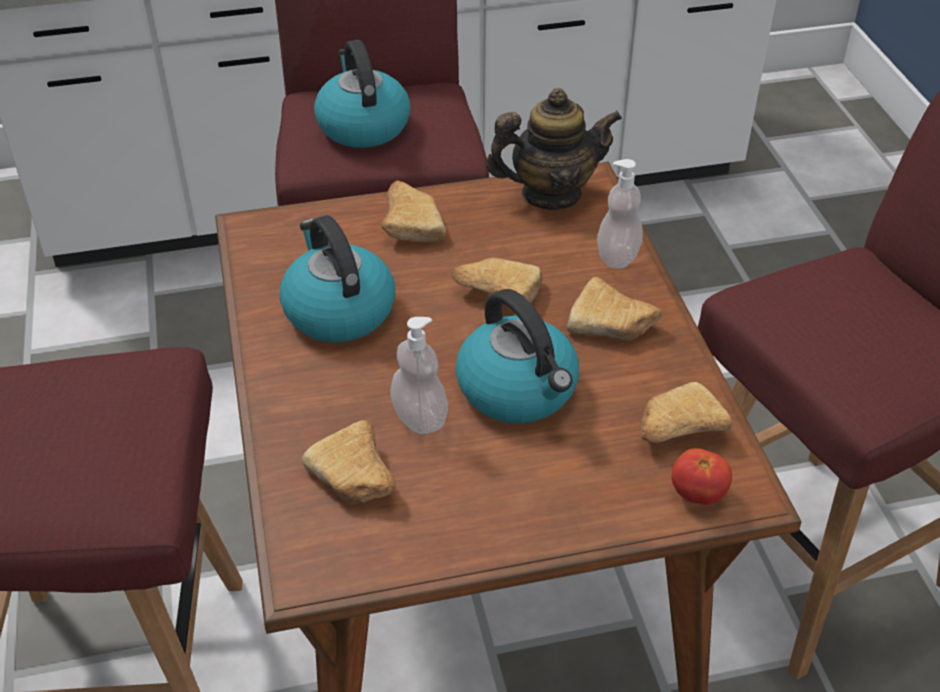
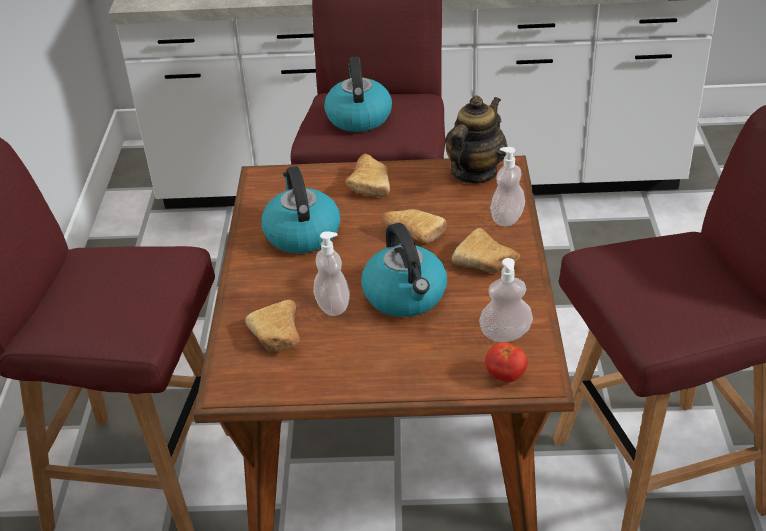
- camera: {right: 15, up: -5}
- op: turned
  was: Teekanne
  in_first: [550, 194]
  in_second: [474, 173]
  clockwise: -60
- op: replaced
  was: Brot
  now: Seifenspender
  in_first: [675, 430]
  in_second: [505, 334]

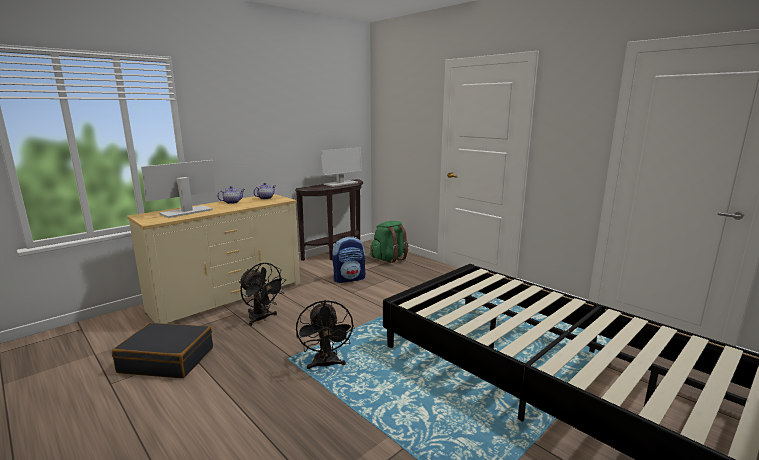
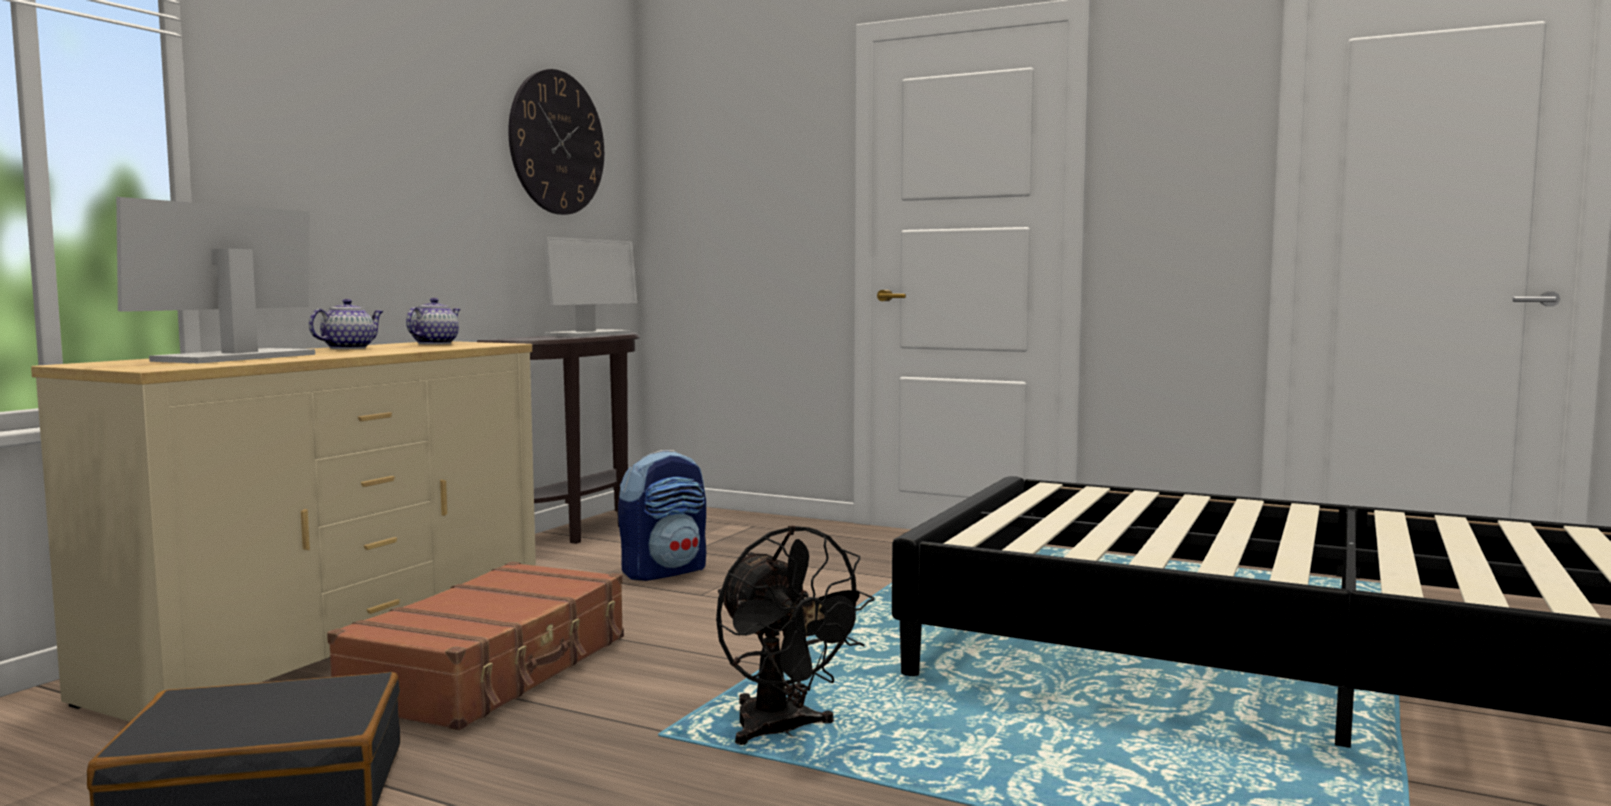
- camera: {right: -20, up: -10}
- op: replaced
  was: Ventilator (schwarz)
  now: Koffer (braun)
  in_first: [262, 319]
  in_second: [493, 670]
- op: removed
  was: Rucksack (grün)
  in_first: [389, 259]
- op: added
  now: Wanduhr
  in_second: [557, 143]

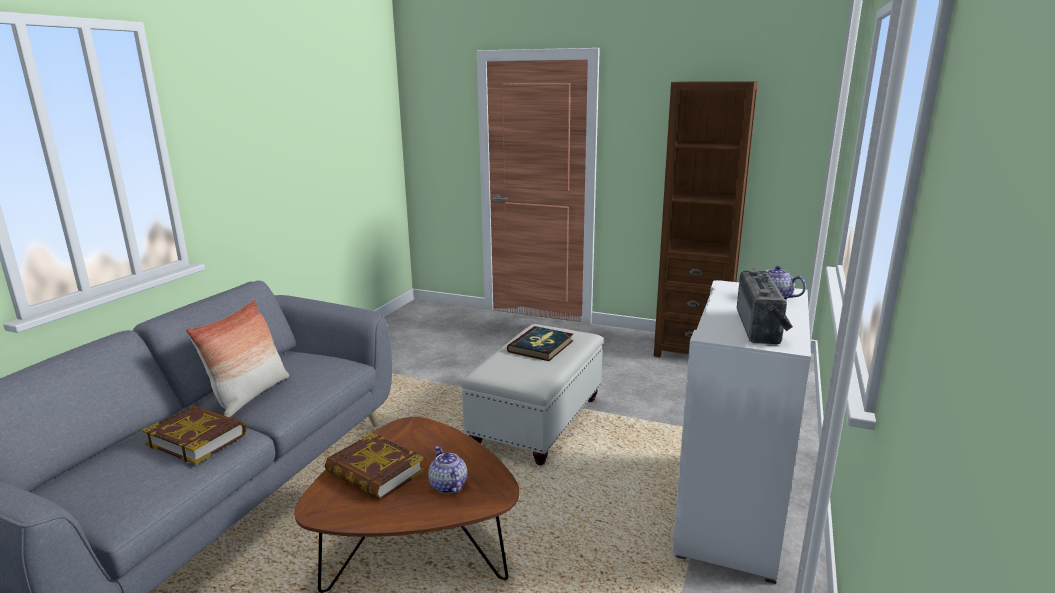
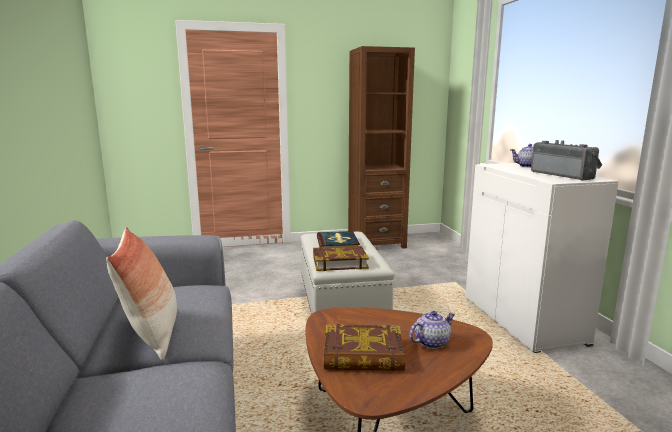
- camera: {right: -35, up: -5}
- op: moved
  was: Buch
  in_first: [197, 439]
  in_second: [339, 262]
- op: turned
  was: Teekanne
  in_first: [447, 485]
  in_second: [431, 342]
  clockwise: 120

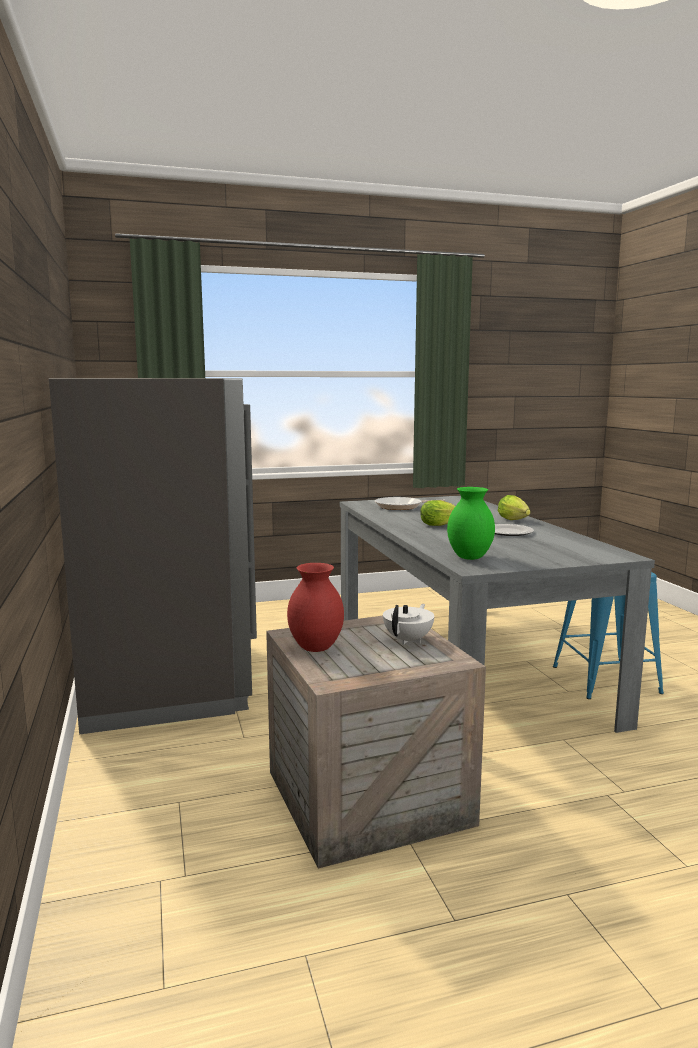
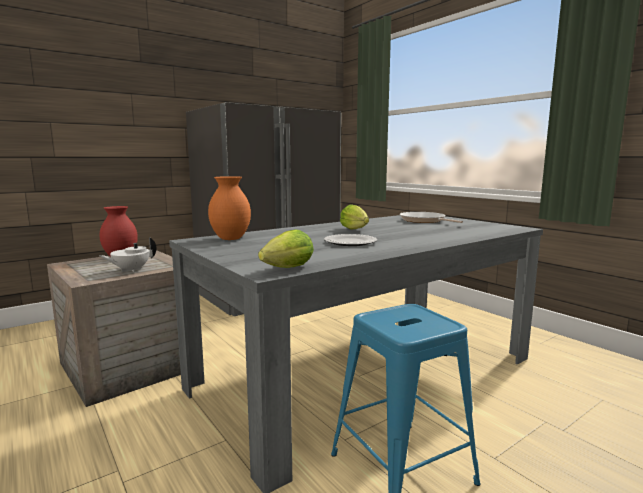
- camera: {right: 70, up: 0}
- op: turned
  was: Teekanne (weiß)
  in_first: [408, 640]
  in_second: [131, 270]
  clockwise: 135
- op: recoloured
  was: Vase (grün)
  now: Vase (orange)
  in_first: [469, 557]
  in_second: [231, 238]
- op: moved
  was: Salatkopf
  in_first: [514, 520]
  in_second: [285, 269]

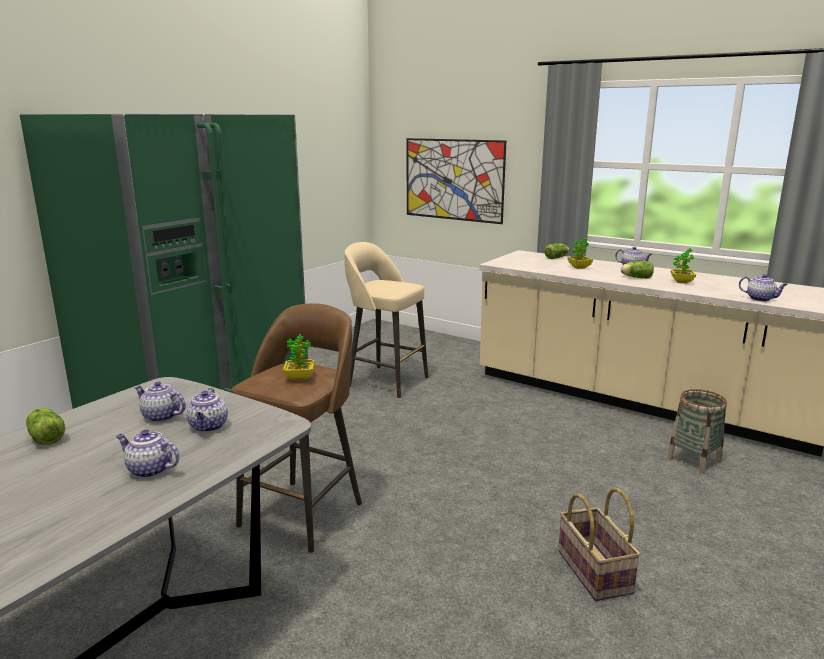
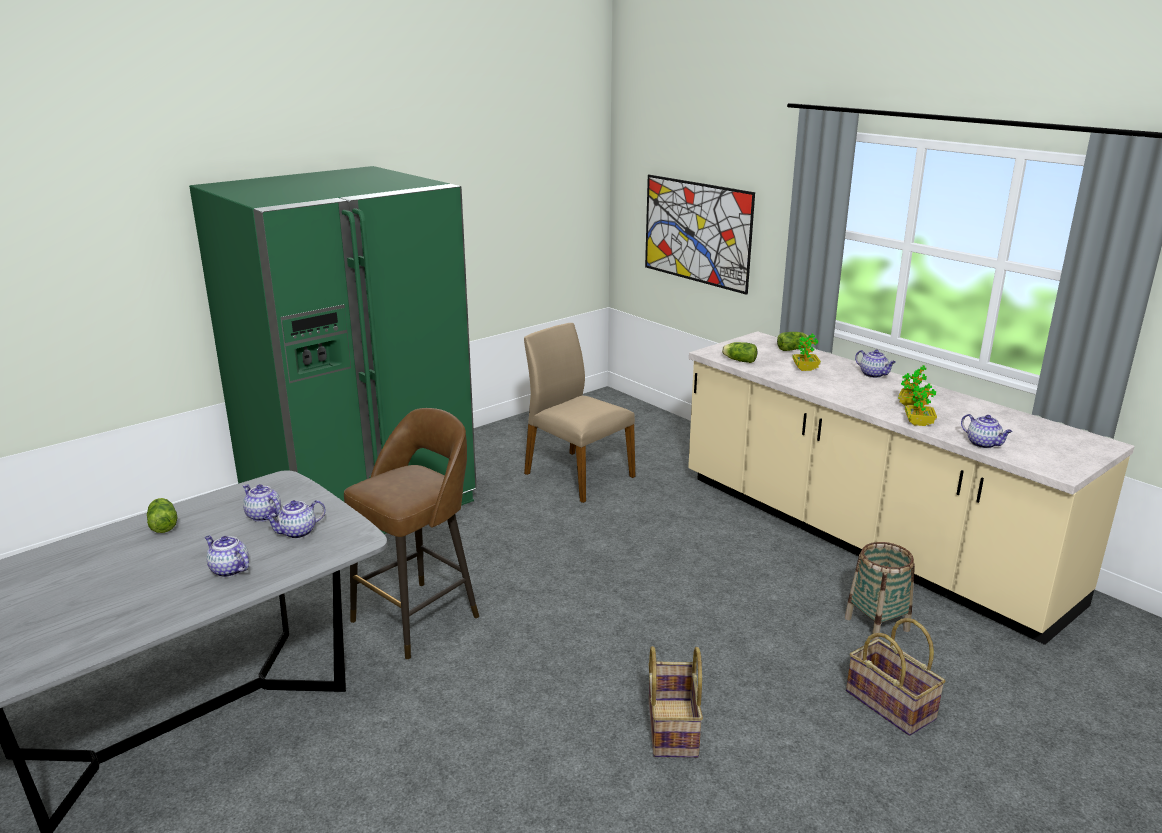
- camera: {right: 15, up: 5}
- op: turned
  was: Teekanne
  in_first: [209, 427]
  in_second: [297, 533]
  clockwise: 45
- op: moved
  was: Topfpflanze
  in_first: [299, 378]
  in_second: [918, 423]
- op: replaced
  was: Hocker (beige)
  now: Stuhl (beige)
  in_first: [386, 381]
  in_second: [577, 475]
- op: moved
  was: Salatkopf
  in_first: [635, 277]
  in_second: [738, 360]
- op: added
  now: Korb
  in_second: [891, 705]

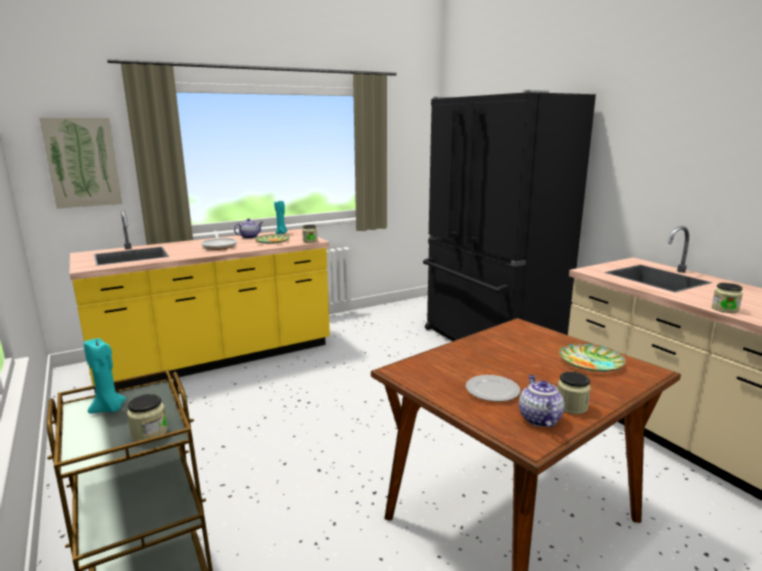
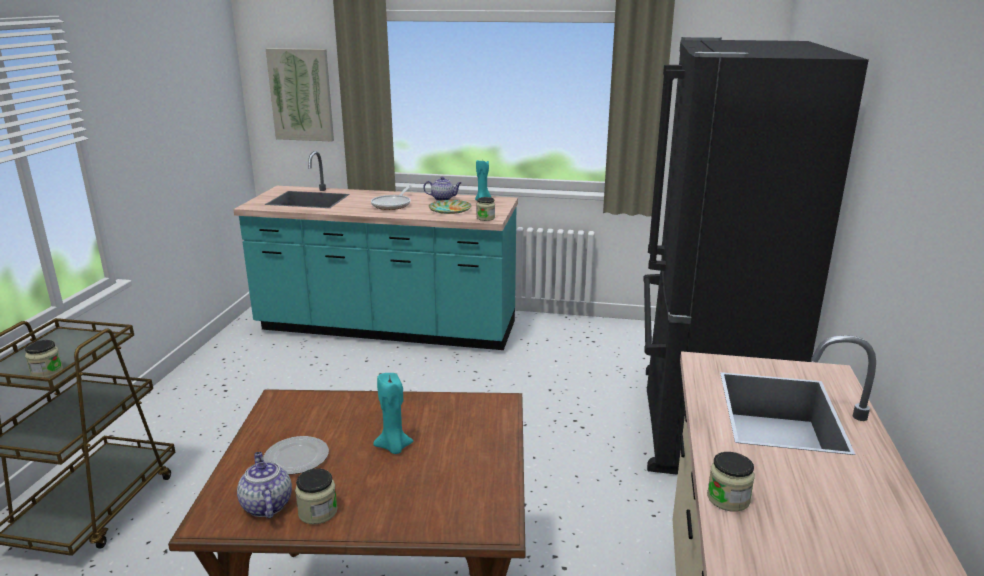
- camera: {right: 40, up: 5}
- op: recoloured
  was: Küchenzeile (gelb)
  now: Küchenzeile (türkis)
  in_first: [216, 359]
  in_second: [387, 328]
- op: moved
  was: Kerze (türkis)
  in_first: [109, 409]
  in_second: [394, 447]
- op: turned
  was: Teekanne
  in_first: [538, 418]
  in_second: [266, 505]
  clockwise: -60
- op: removed
  was: Teller
  in_first: [591, 361]

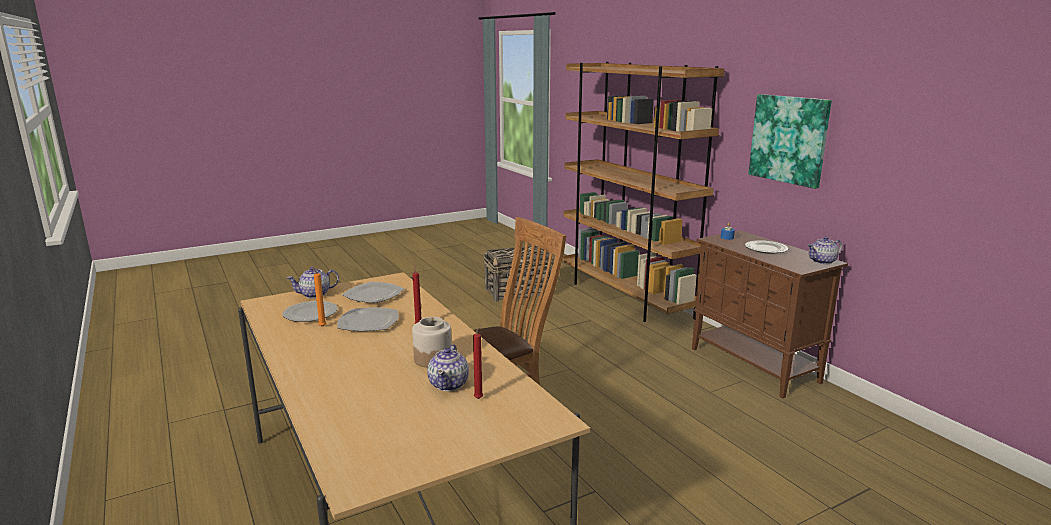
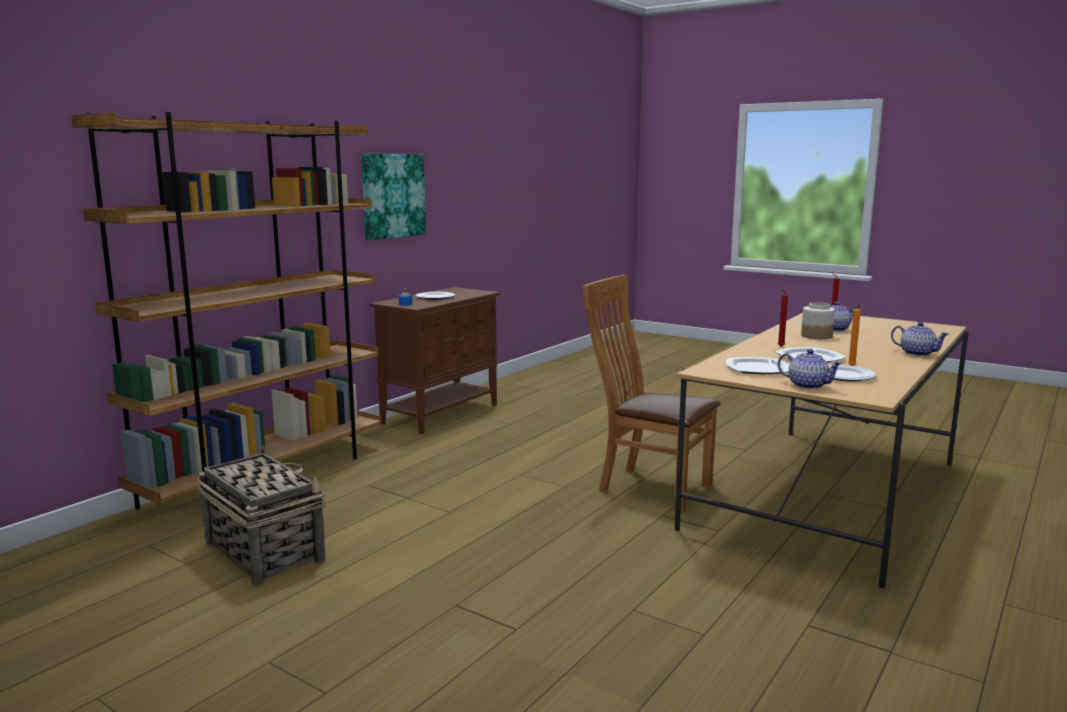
- camera: {right: -115, up: -5}
- op: moved
  was: Teekanne
  in_first: [822, 261]
  in_second: [917, 353]

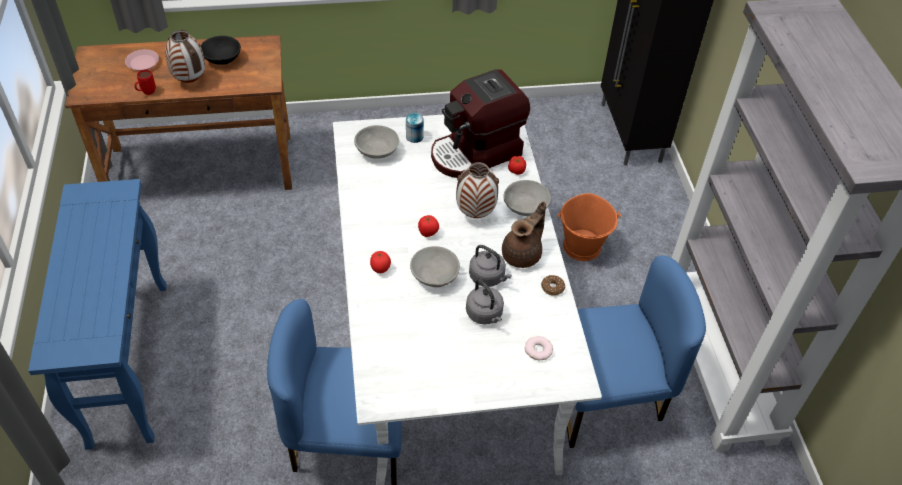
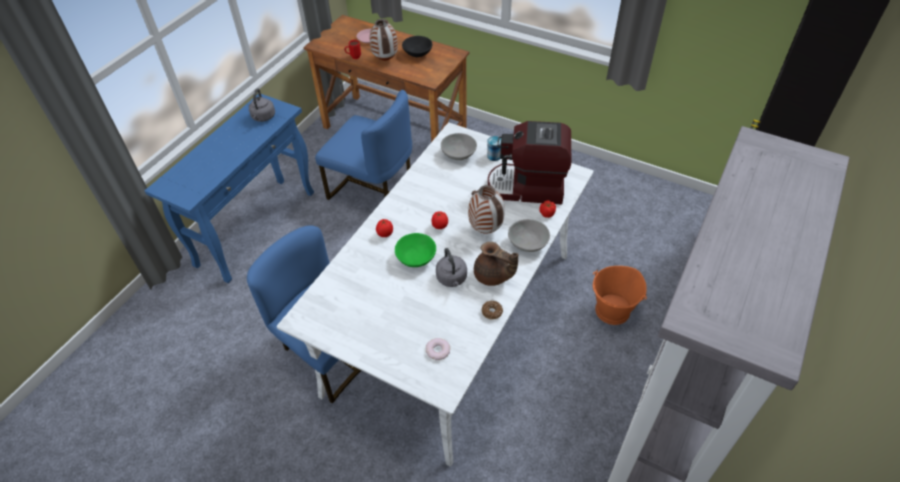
- camera: {right: 40, up: 0}
- op: recoloured
  was: Schüssel (grau)
  now: Schüssel (grün)
  in_first: [434, 276]
  in_second: [416, 258]
- op: moved
  was: Wasserkessel (grau)
  in_first: [485, 314]
  in_second: [263, 117]
- op: turned
  was: Teekanne (braun)
  in_first: [523, 254]
  in_second: [493, 276]
  clockwise: 45
- op: moved
  was: Stuhl (blau)
  in_first: [606, 398]
  in_second: [372, 188]

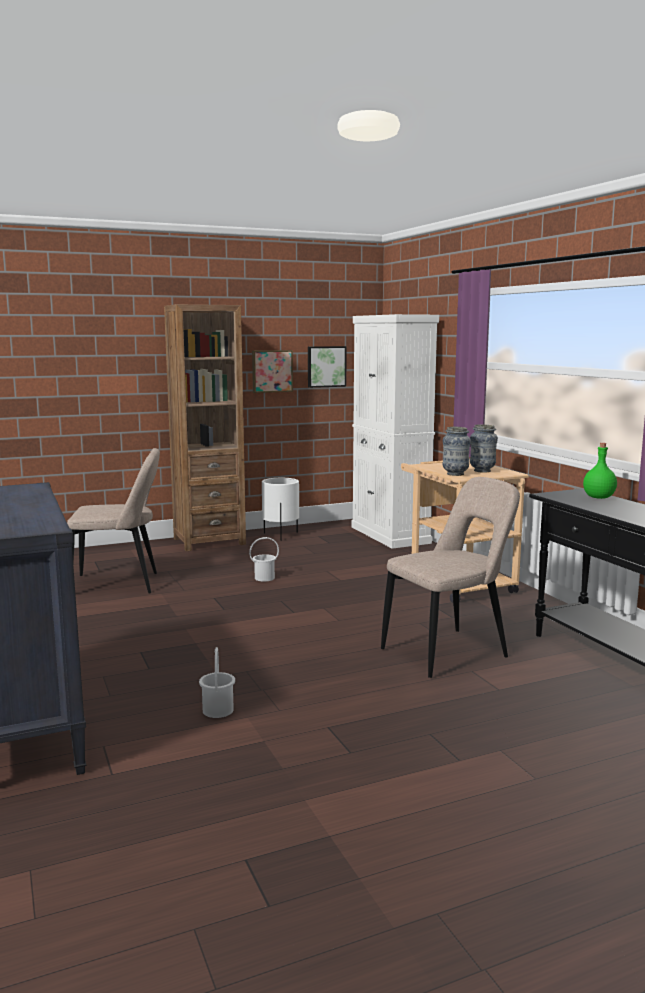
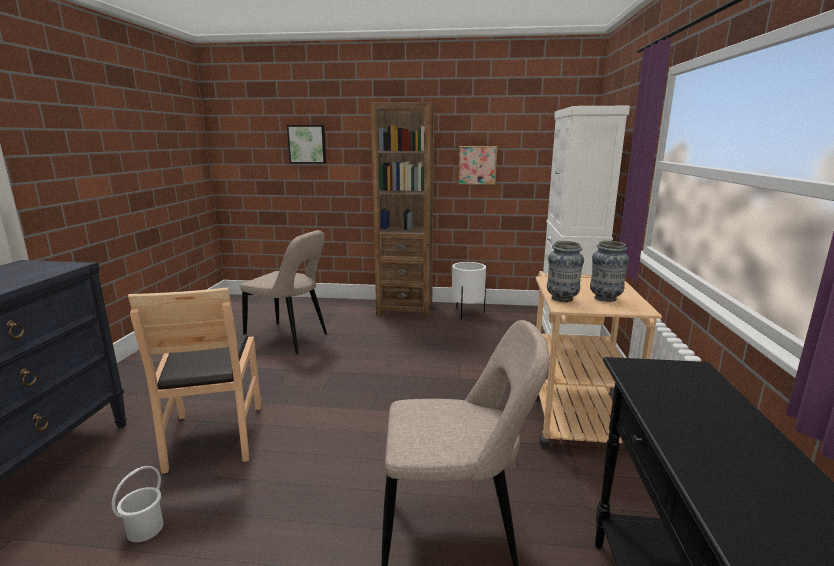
- camera: {right: 30, up: 5}
- op: removed
  was: Eimer (weiß)
  in_first: [264, 578]
- op: moved
  was: Bild
  in_first: [326, 366]
  in_second: [307, 144]
- op: removed
  was: Flasche (grün)
  in_first: [598, 497]
- op: added
  now: Stuhl (braun)
  in_second: [214, 436]

